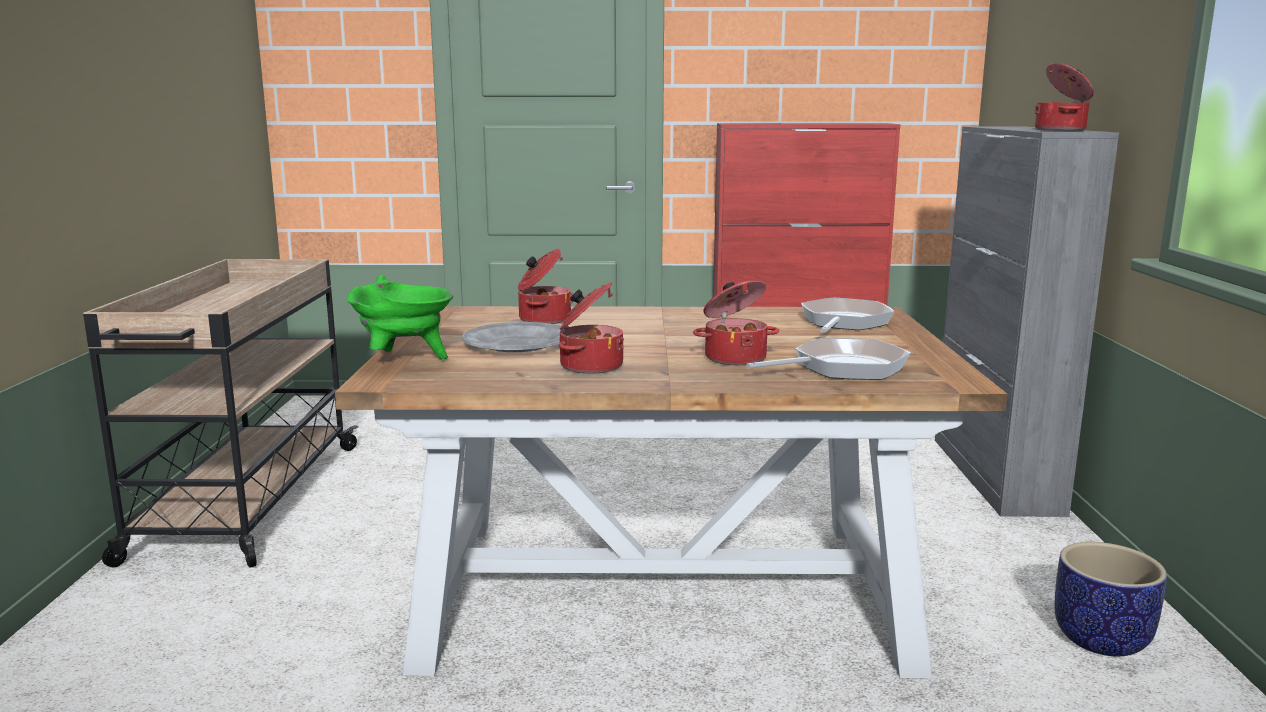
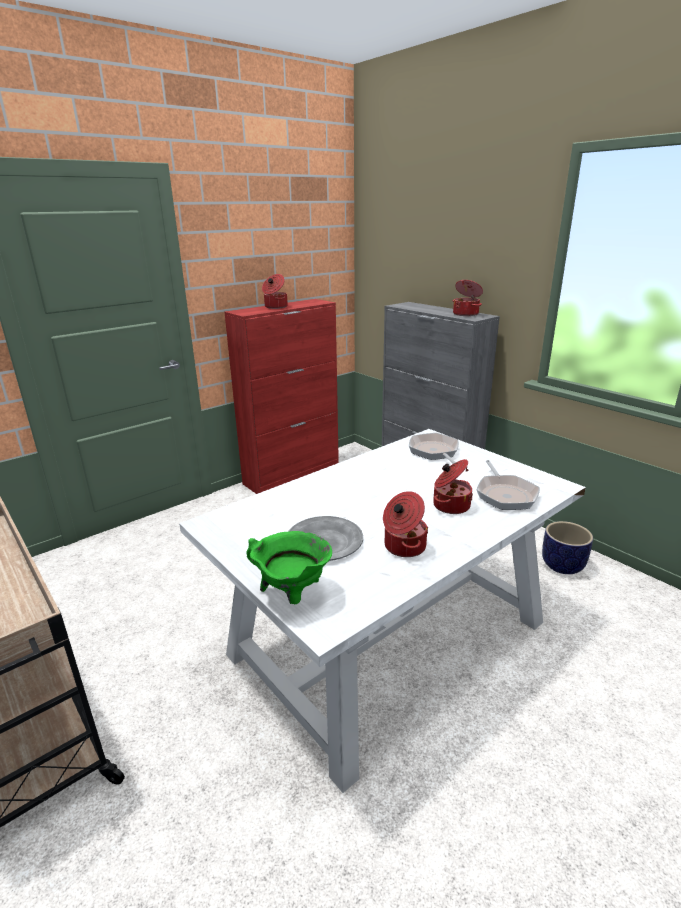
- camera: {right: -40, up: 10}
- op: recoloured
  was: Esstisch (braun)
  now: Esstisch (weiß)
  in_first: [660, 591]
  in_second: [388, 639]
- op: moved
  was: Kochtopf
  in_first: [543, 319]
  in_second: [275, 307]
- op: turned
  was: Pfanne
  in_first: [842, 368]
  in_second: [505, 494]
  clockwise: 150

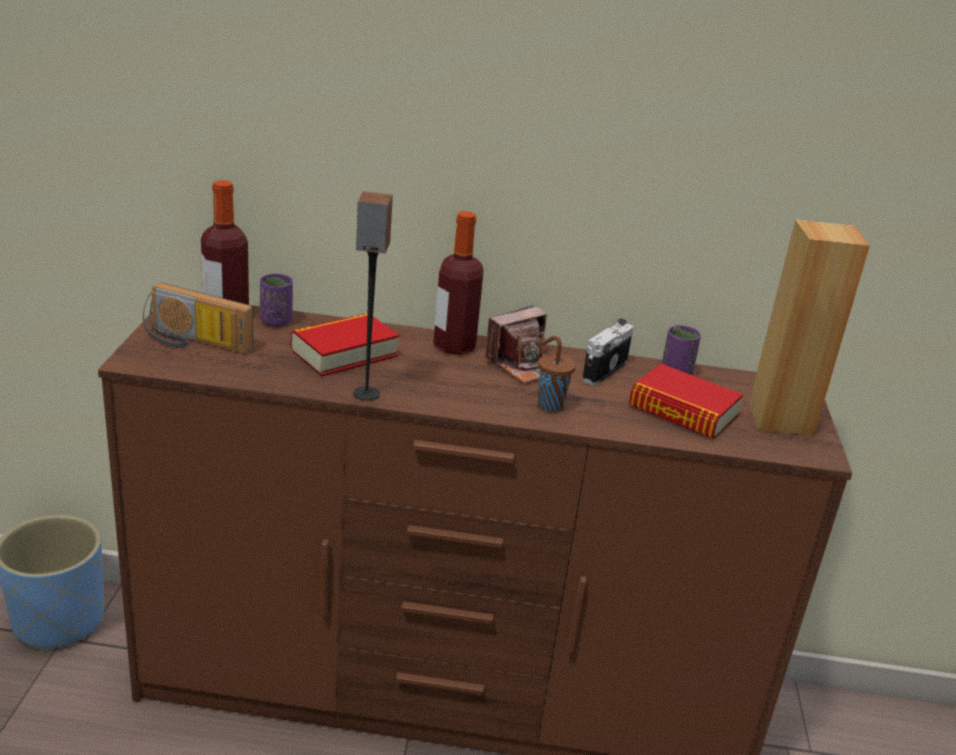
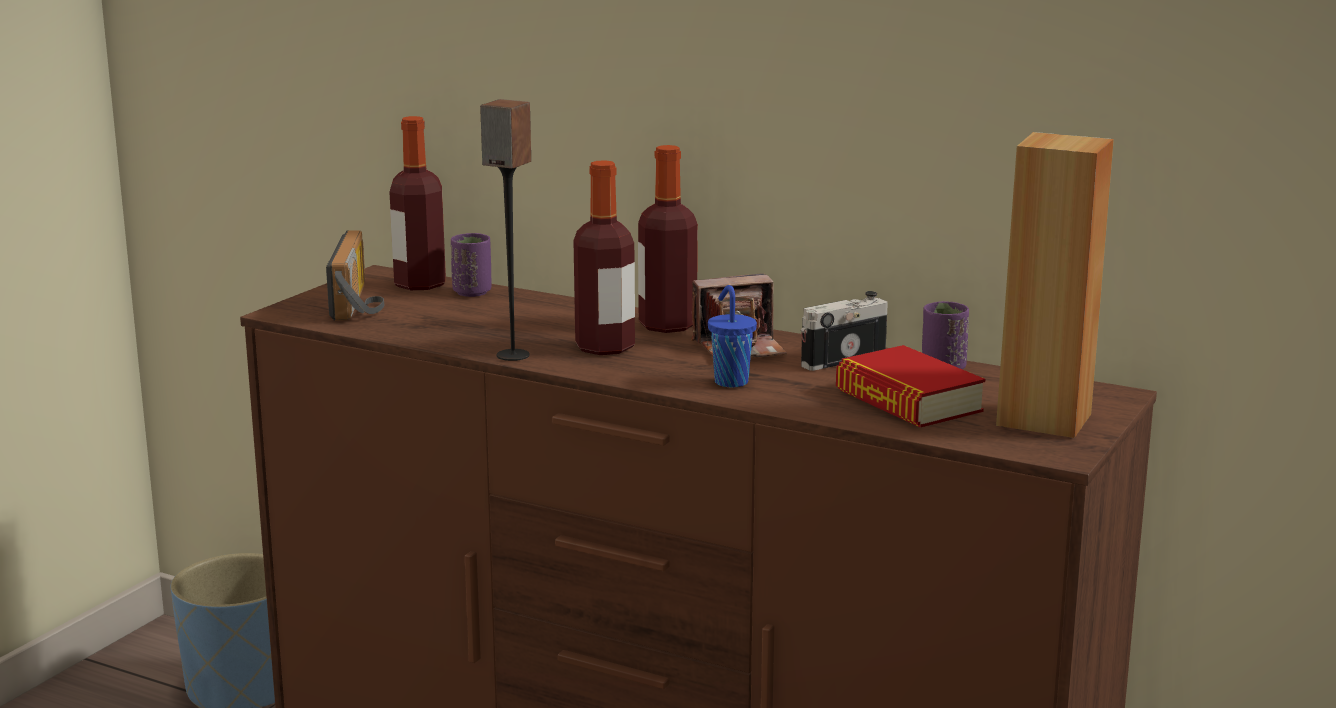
- camera: {right: 25, up: -10}
- op: turned
  was: Radio
  in_first: [194, 342]
  in_second: [361, 303]
  clockwise: -135
- op: removed
  was: Buch
  in_first: [344, 353]
- op: recoloured
  was: Tasse (braun)
  now: Tasse (blau)
  in_first: [549, 405]
  in_second: [730, 381]
- op: added
  now: Flasche
  in_second: [605, 347]

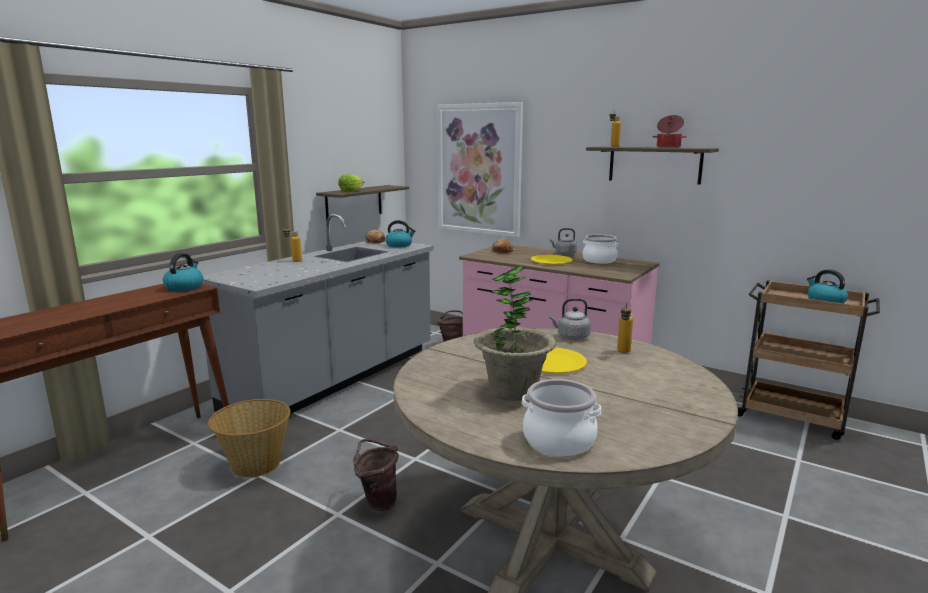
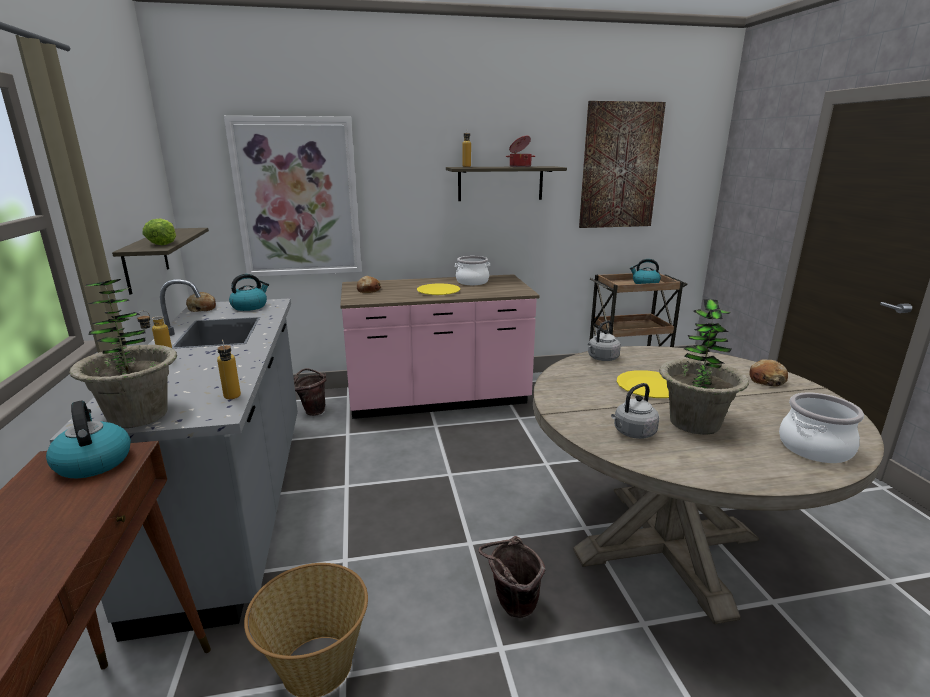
- camera: {right: -45, up: 5}
- op: moved
  was: Wasserkessel (grau)
  in_first: [564, 254]
  in_second: [632, 433]
- op: moved
  was: Flasche
  in_first: [623, 352]
  in_second: [232, 399]
- op: added
  now: Topfpflanze
  in_second: [138, 415]
- op: added
  now: Bild
  in_second: [620, 166]
- op: added
  now: Brot
  in_second: [766, 380]

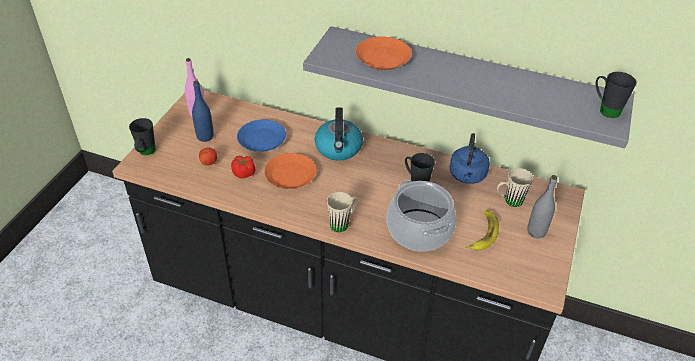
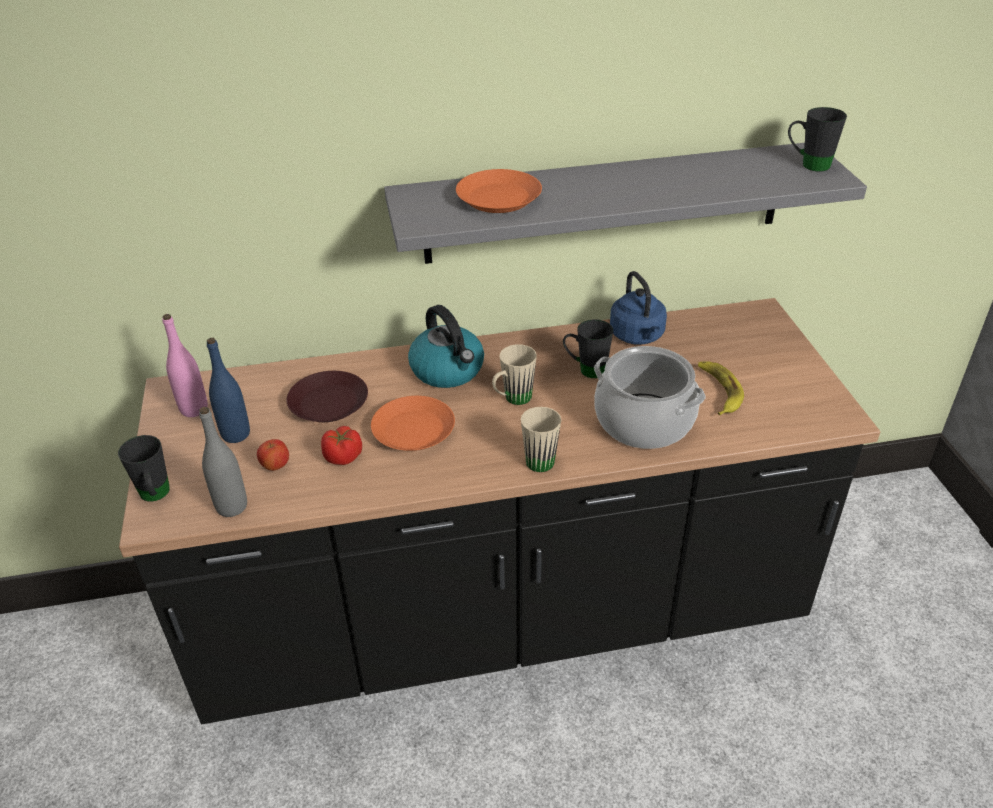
- camera: {right: -30, up: -5}
- op: recoloured
  was: Teller (blau)
  now: Teller (braun)
  in_first: [262, 140]
  in_second: [329, 403]
- op: moved
  was: Henkelbecher (beige)
  in_first: [509, 201]
  in_second: [512, 400]
- op: moved
  was: Flasche (grau)
  in_first: [536, 232]
  in_second: [232, 506]

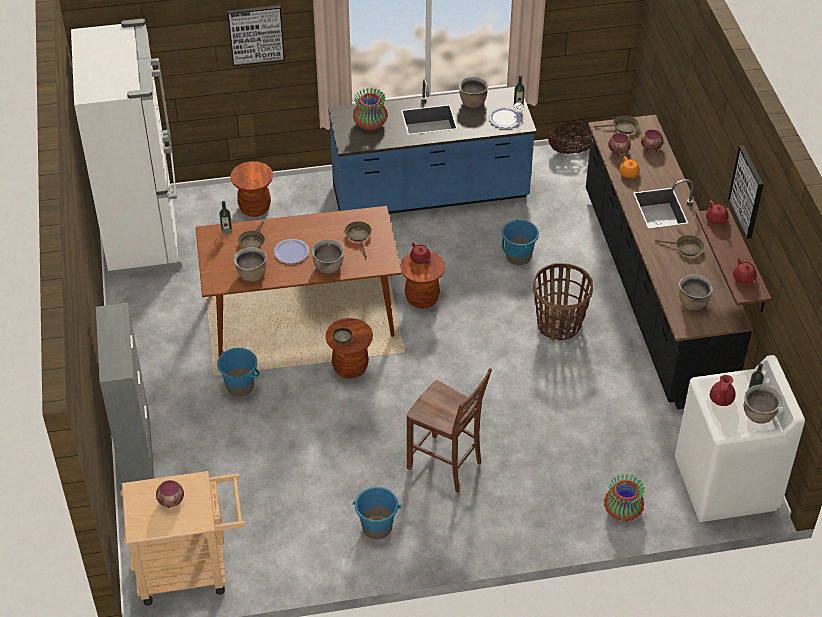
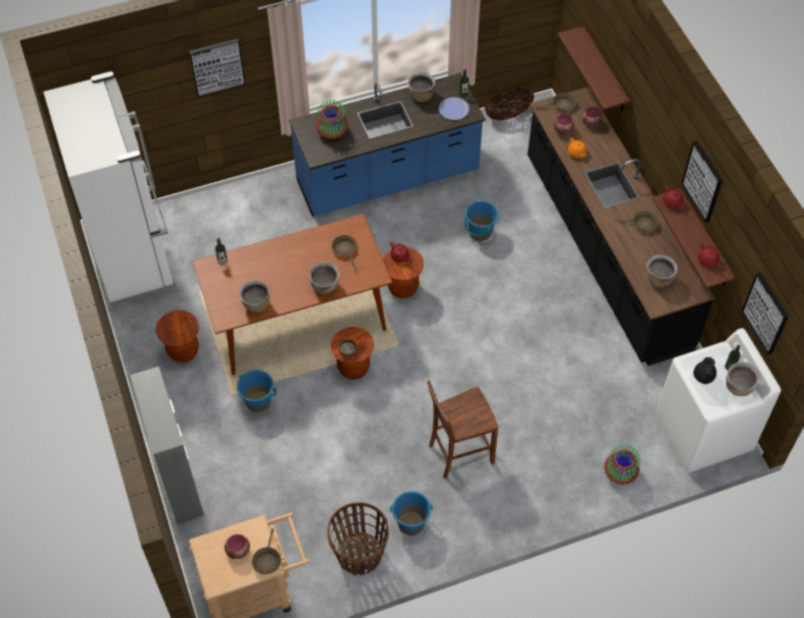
- camera: {right: -10, up: 10}
- op: moved
  was: Hocker (braun)
  in_first: [255, 208]
  in_second: [183, 351]
- op: moved
  was: Pfanne (braun)
  in_first: [252, 242]
  in_second: [267, 560]
- op: removed
  was: Teller
  in_first: [291, 252]
- op: turned
  was: Stuhl (braun)
  in_first: [446, 466]
  in_second: [459, 453]
  clockwise: 135
- op: moved
  was: Korb
  in_first: [559, 325]
  in_second: [359, 554]
- op: recoloured
  was: Teekanne (rot)
  now: Teekanne (schwarz)
  in_first: [720, 400]
  in_second: [703, 377]
- op: added
  now: Wandregal
  in_second: [604, 71]
- op: added
  now: Bild
  in_second: [766, 313]

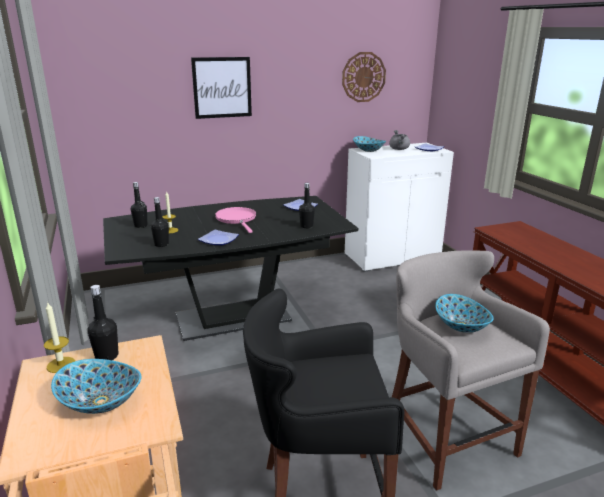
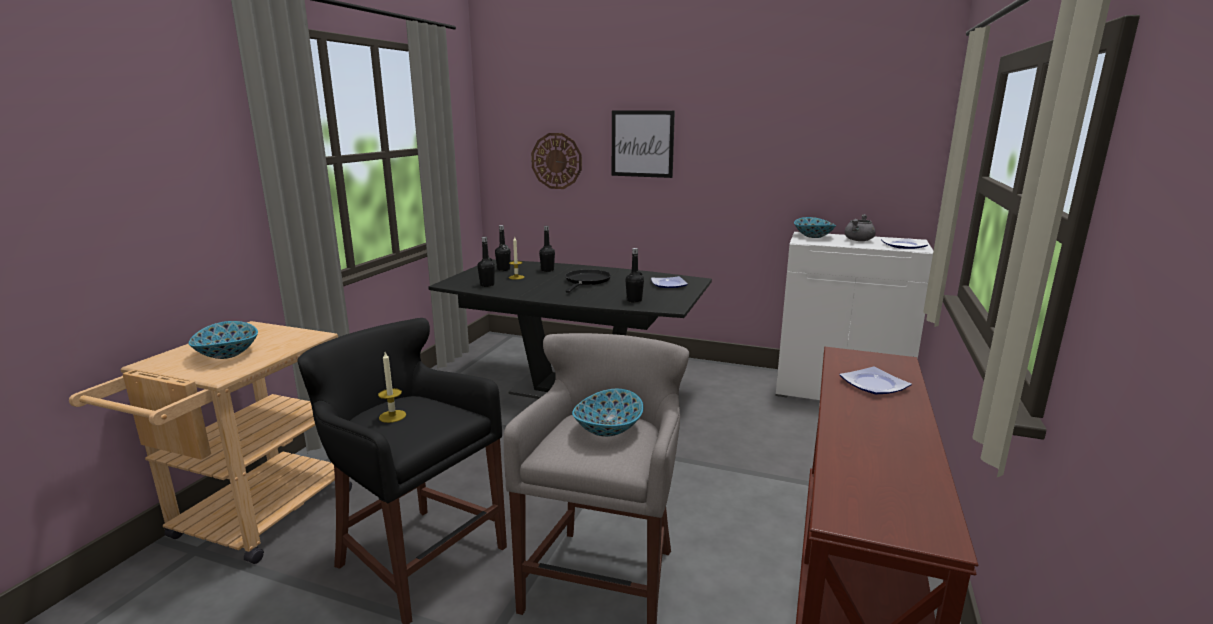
- camera: {right: 40, up: -5}
- op: moved
  was: Kerze
  in_first: [61, 365]
  in_second: [392, 416]
- op: moved
  was: Flasche (schwarz)
  in_first: [107, 356]
  in_second: [547, 270]
- op: moved
  was: Teller
  in_first: [219, 240]
  in_second: [875, 385]
- op: recoloured
  was: Pfanne (rosa)
  now: Pfanne (schwarz)
  in_first: [237, 219]
  in_second: [586, 281]
- op: moved
  was: Wanduhr
  in_first: [363, 77]
  in_second: [556, 161]

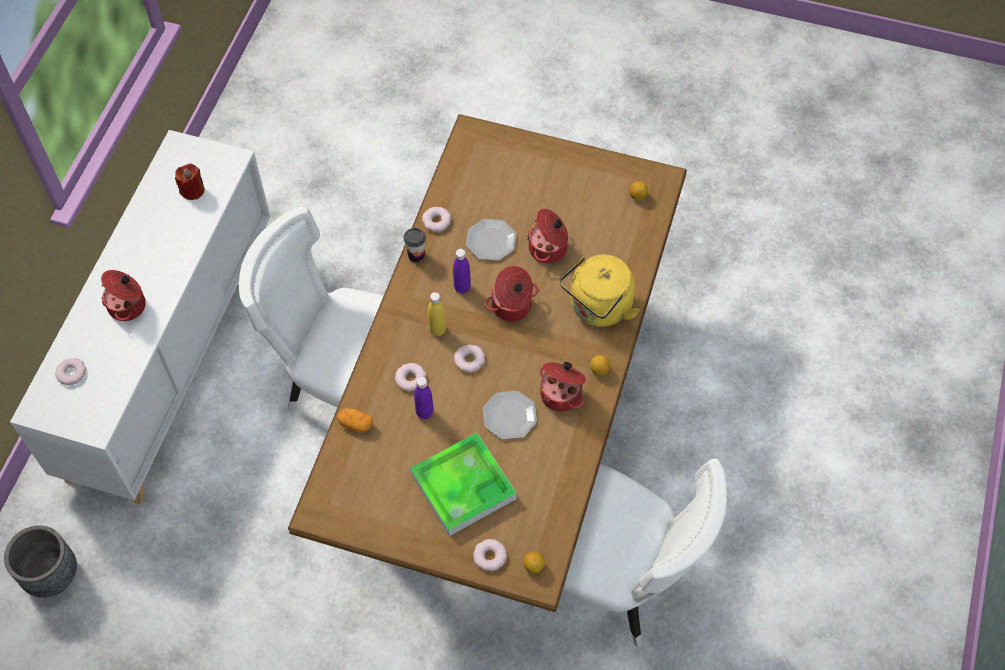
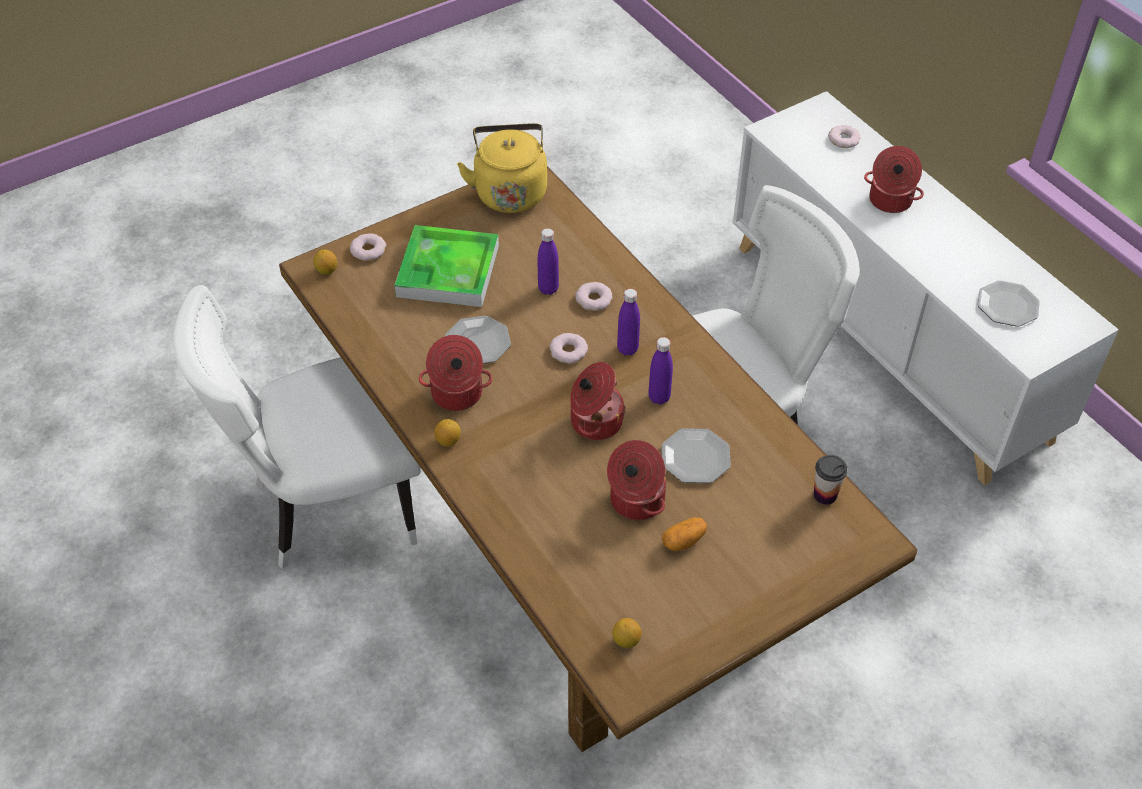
- camera: {right: 130, up: -10}
- op: removed
  was: Pflanzkübel (grau)
  in_first: [52, 575]
- op: replaced
  was: Kerze (rot)
  now: Teller
  in_first: [192, 190]
  in_second: [1007, 306]
- op: moved
  was: Kartoffel
  in_first: [356, 424]
  in_second: [684, 541]
- op: moved
  was: Tasse
  in_first: [416, 255]
  in_second: [825, 495]
- op: removed
  was: Donut
  in_first: [437, 221]
- op: recoloured
  was: Flasche (gelb)
  now: Flasche (lila)
  in_first: [437, 330]
  in_second: [627, 349]
- op: moved
  was: Wasserkessel (gelb)
  in_first: [598, 308]
  in_second: [510, 191]

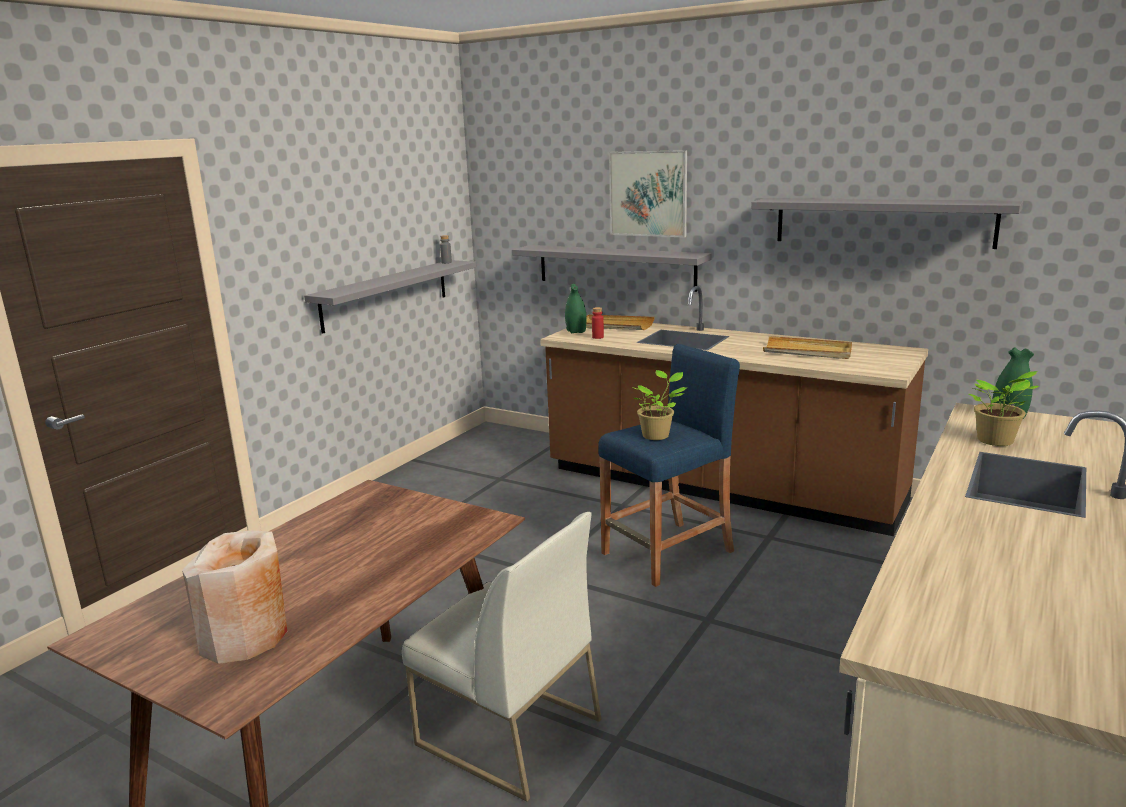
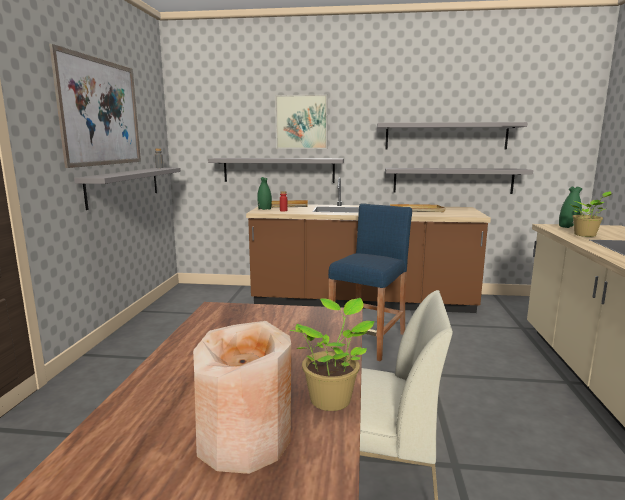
- camera: {right: -25, up: -5}
- op: moved
  was: Topfpflanze
  in_first: [657, 435]
  in_second: [332, 398]
- op: added
  now: Bild
  in_second: [101, 112]
- op: added
  now: Wandregal (grau)
  in_second: [452, 180]

